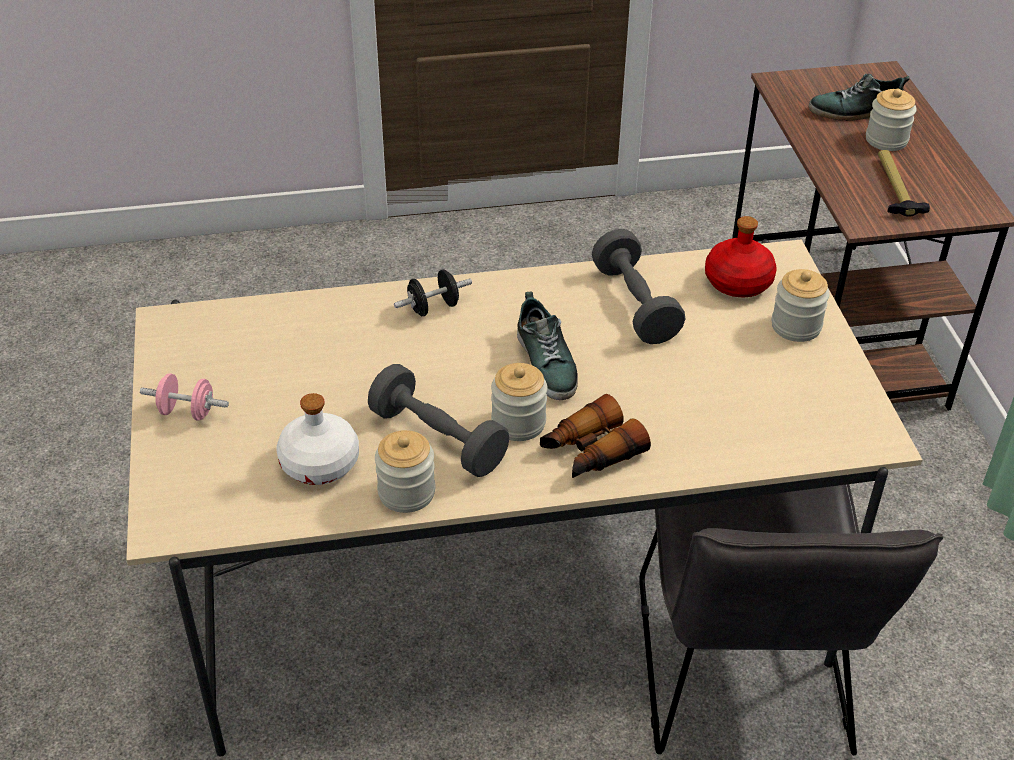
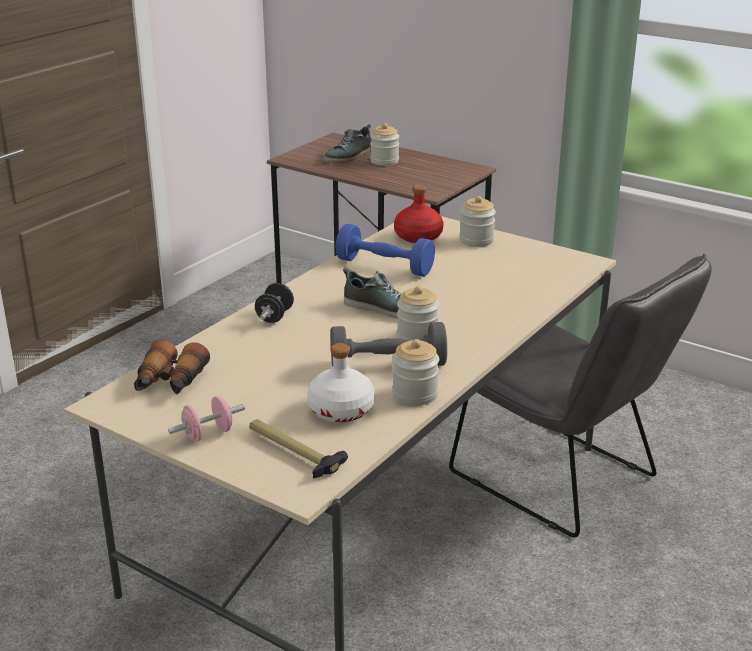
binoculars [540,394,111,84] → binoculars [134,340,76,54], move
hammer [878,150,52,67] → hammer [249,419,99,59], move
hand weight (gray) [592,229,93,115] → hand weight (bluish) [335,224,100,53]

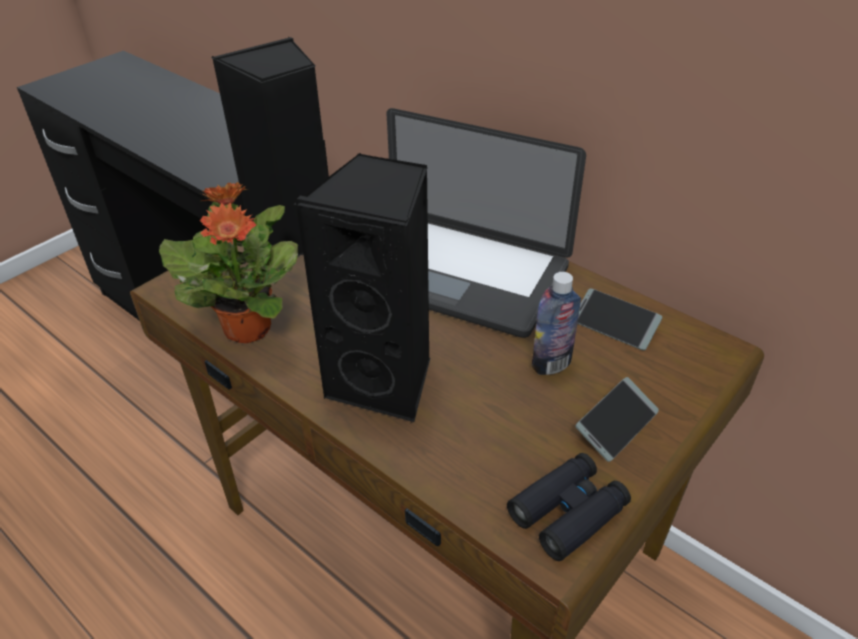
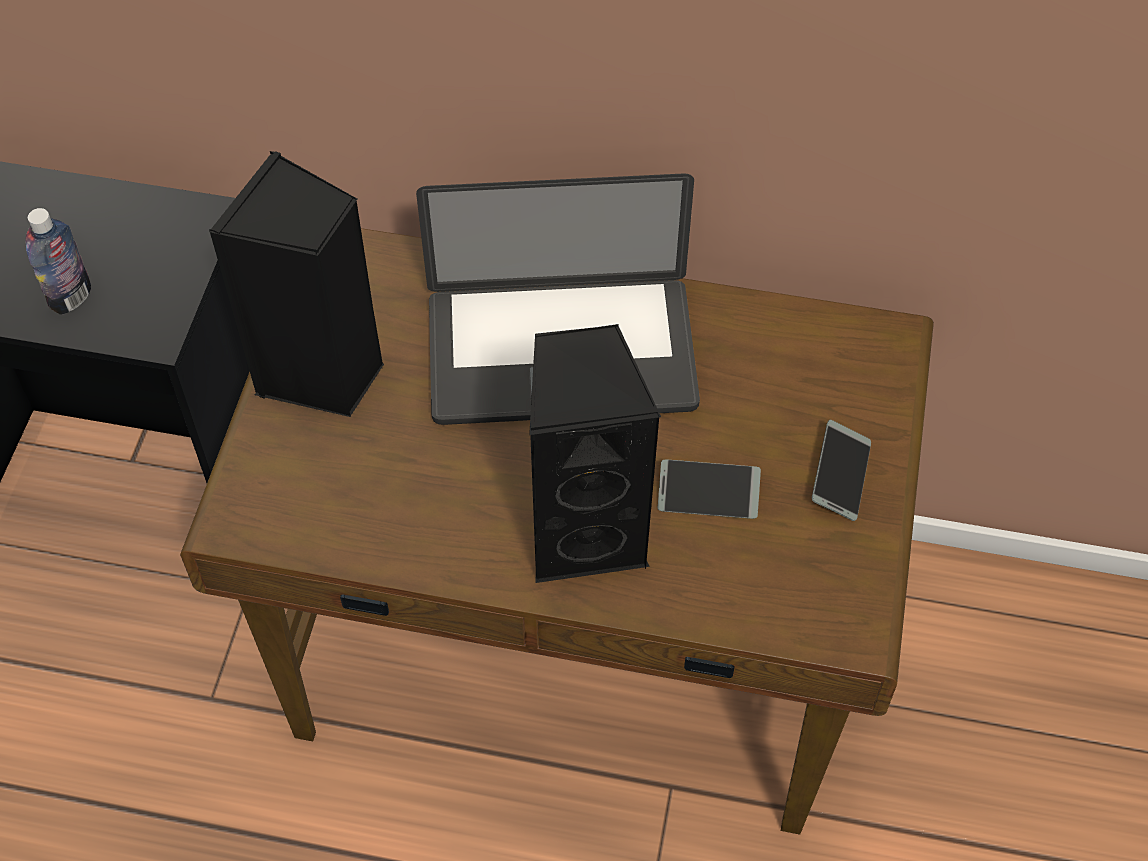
beverage bottle [532,272,49,103] → beverage bottle [25,208,66,107], move
telephone [577,288,85,62] → telephone [658,459,103,60], move
houseplant [159,182,139,161] → -
binoculars (black-coloured) [507,453,124,108] → -

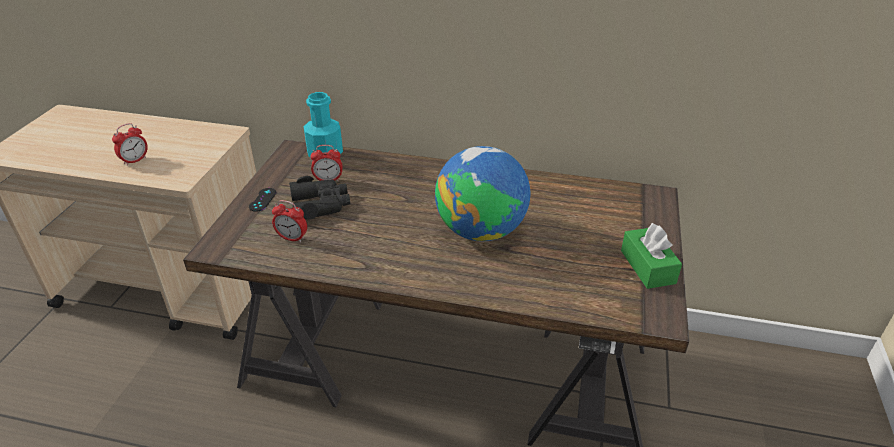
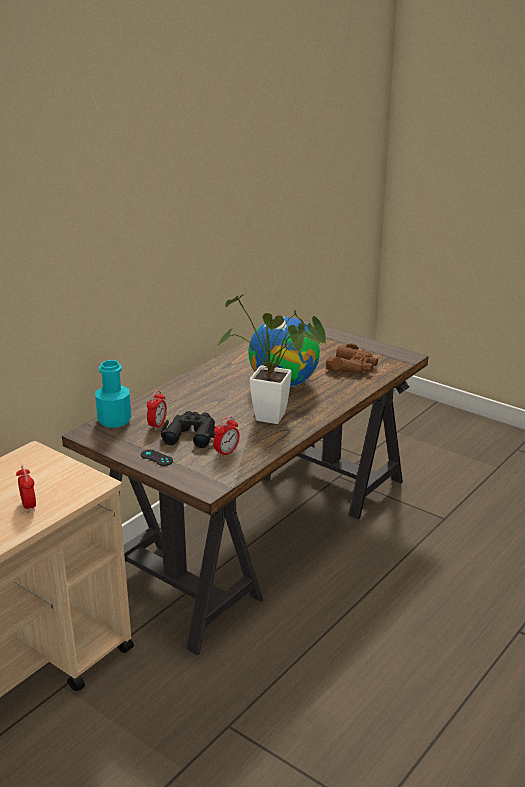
- → houseplant [217,295,109,129]
- → binoculars (brown-coloured) [326,343,52,31]
box of tissues (greenish) [621,223,61,66] → -

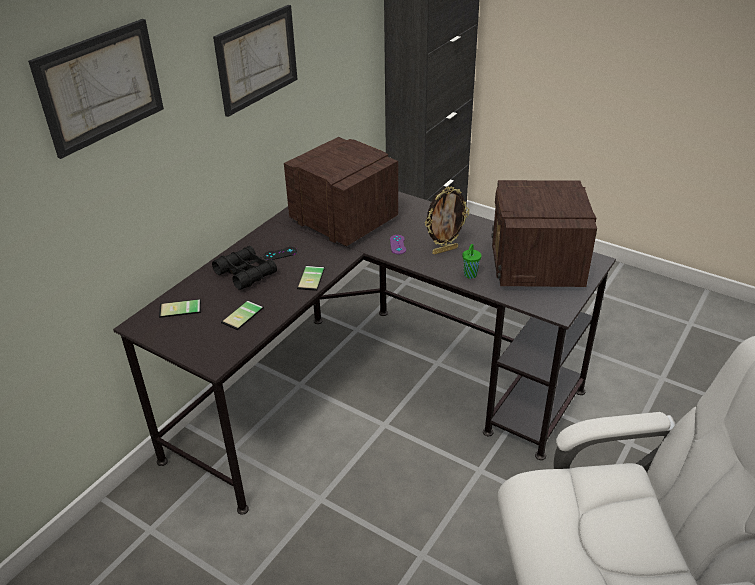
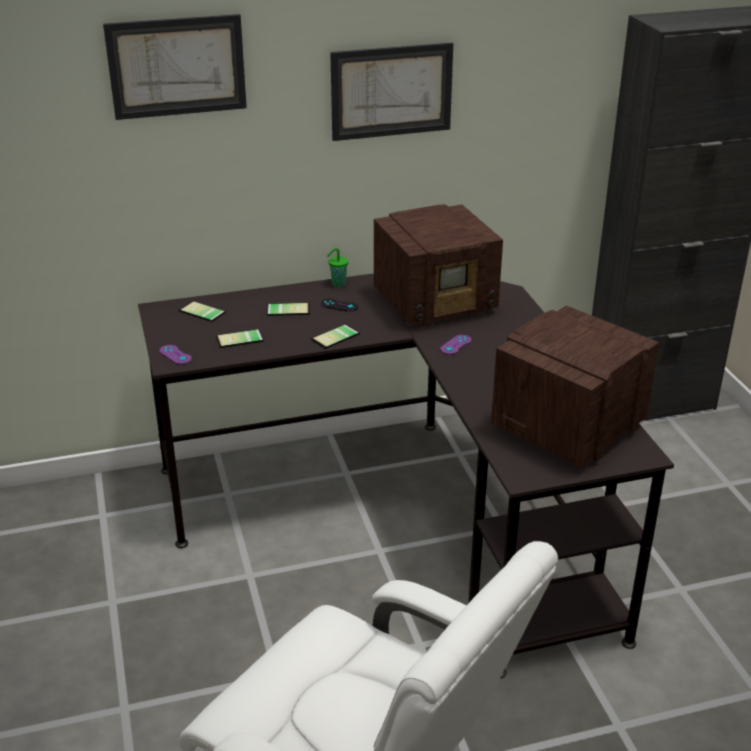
- → joypad (purple-coloured) [159,345,33,20]
binoculars (black-coloured) [212,246,65,44] → telephone [267,303,43,13]
small cup (greenish) [462,244,19,35] → small cup (greenish) [327,248,21,39], move
radio receiver [284,137,114,109] → radio receiver [374,204,129,121], 75 degrees clockwise
picture frame [425,186,44,69] → -

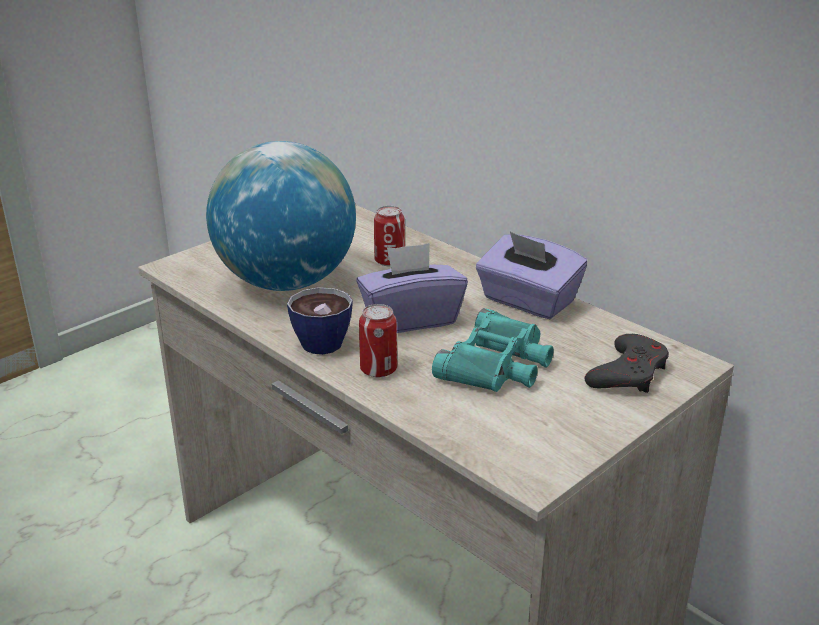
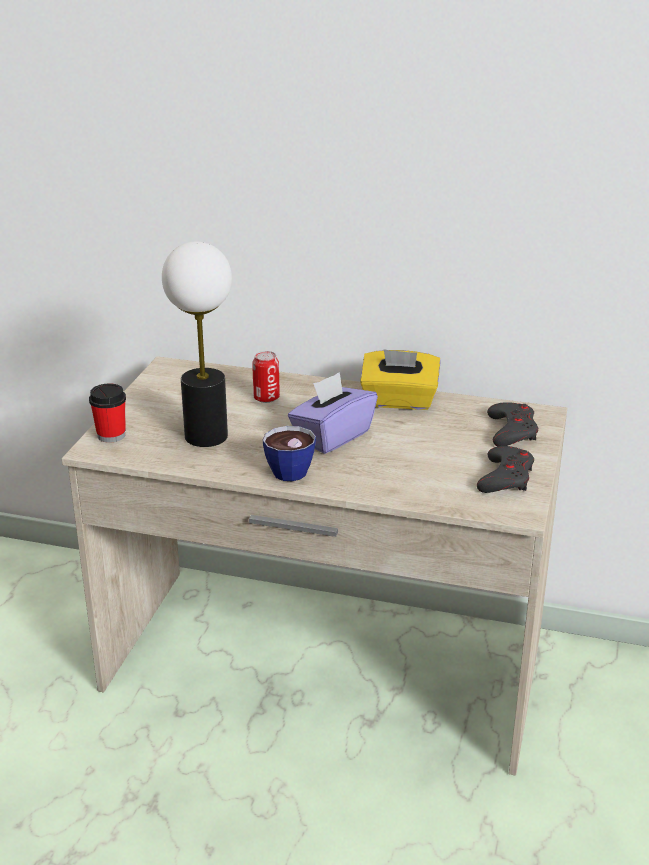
- → small cup [89,383,37,60]
globe [206,141,150,150] → tabletop lamp [162,242,70,205]
box of tissues (purple-coloured) [476,232,111,87] → box of tissues (yellow) [360,349,81,61]
- → joypad (gray) [477,446,57,47]
metal can [359,304,38,73] → -
binoculars (blue-green) [432,308,122,84] → -

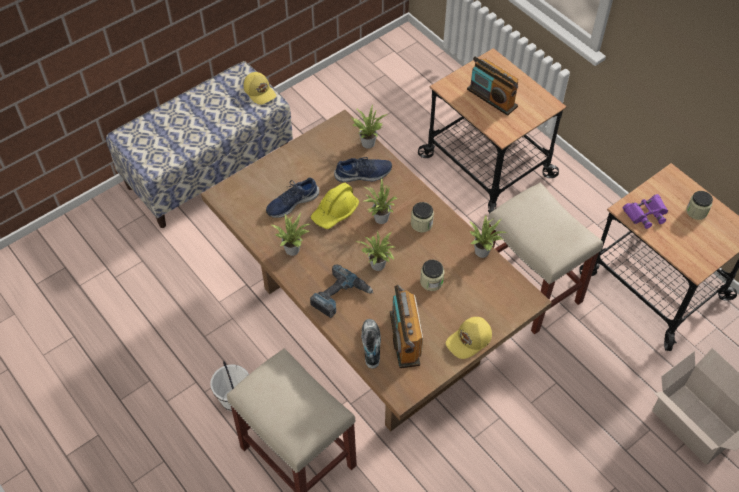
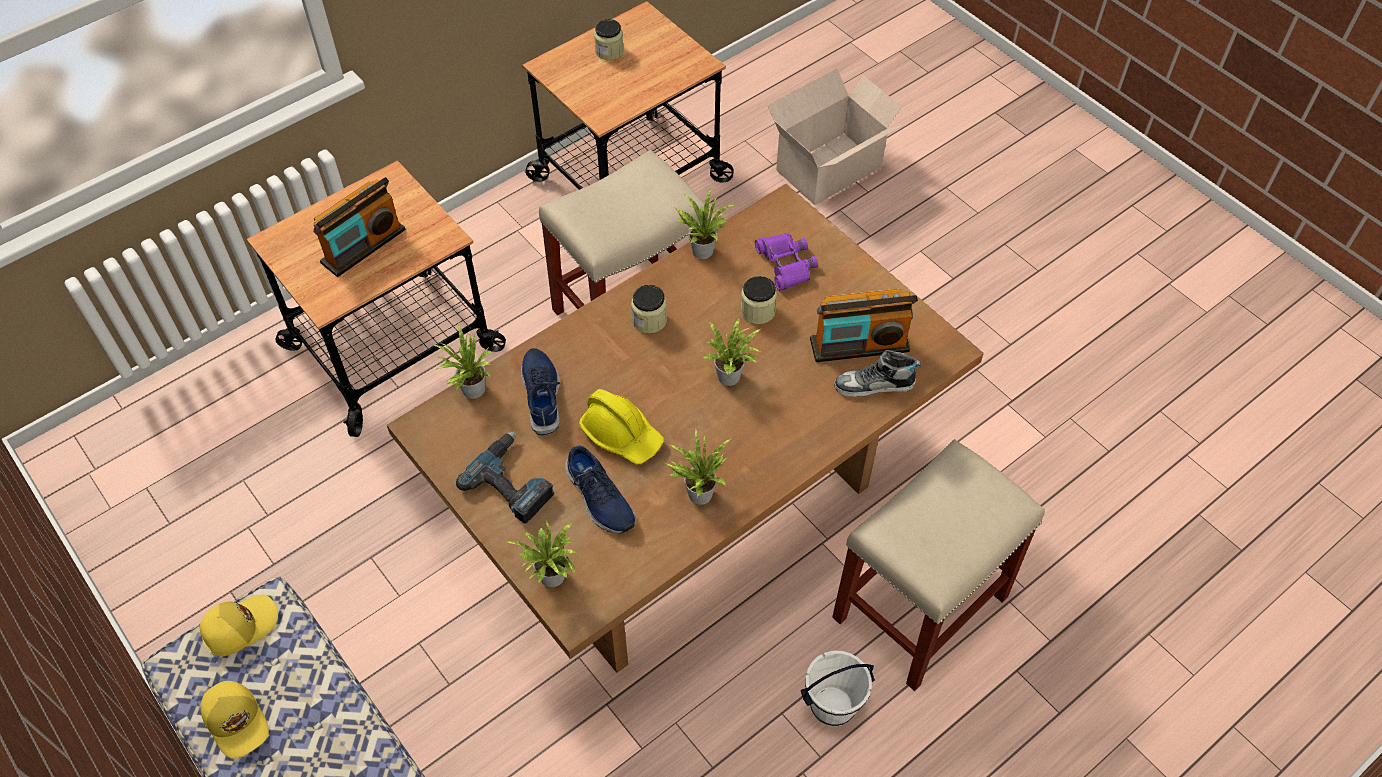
peaked cap (yellow) [446,317,46,42] → peaked cap (yellow) [201,681,68,78], move
drill [310,264,64,54] → drill [456,431,99,93], move
houseplant [363,177,35,47] → houseplant [506,520,69,67], move
binoculars (purple-coloured) [623,194,45,35] → binoculars (purple-coloured) [755,233,63,58], move

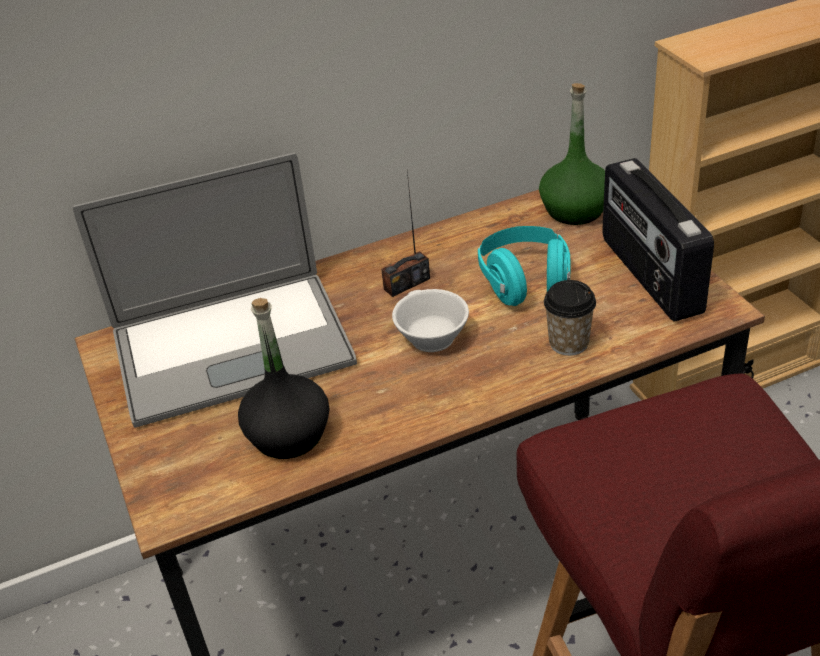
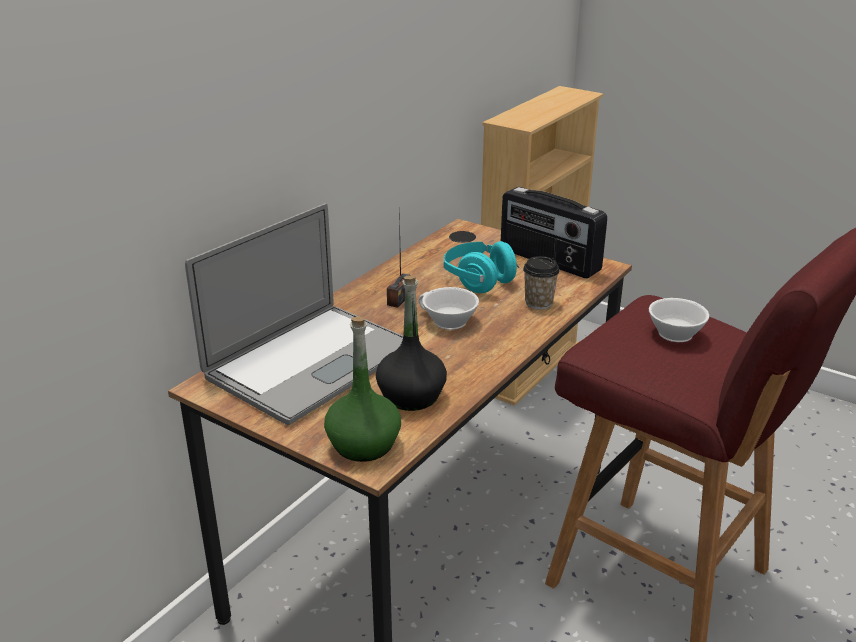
beverage bottle (greenish) [539,83,66,142] → beverage bottle (greenish) [324,317,77,145], move
- → small cup (whitish) [649,298,60,44]

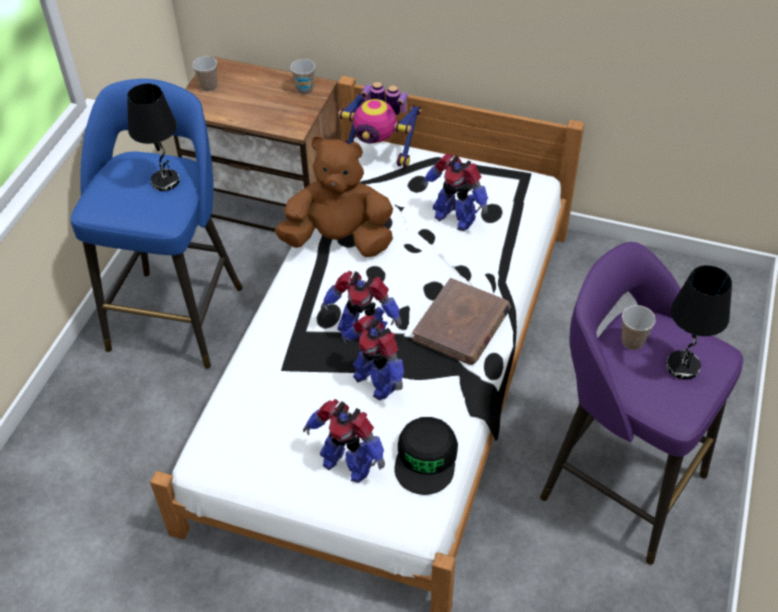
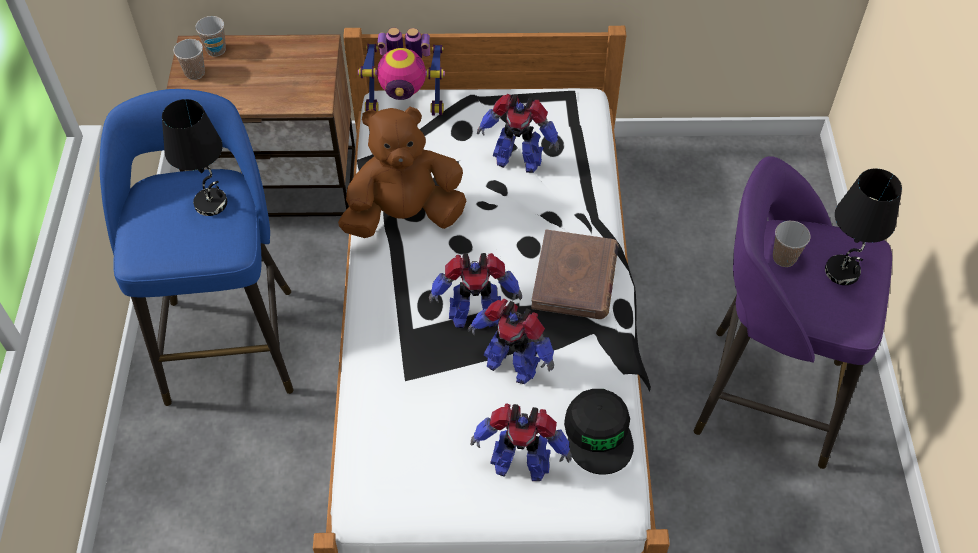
small cup [290,59,25,36] → small cup [195,16,31,41], move

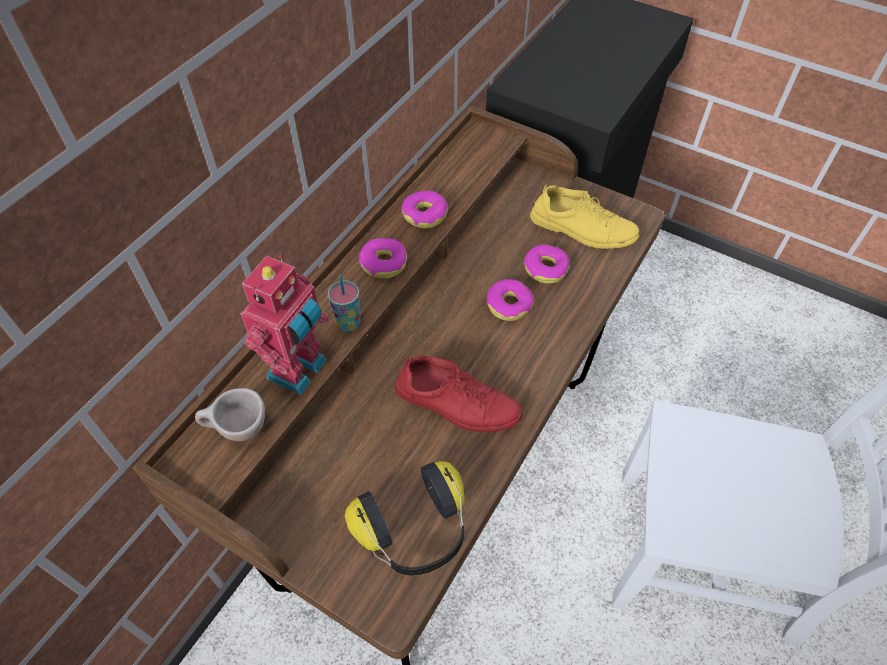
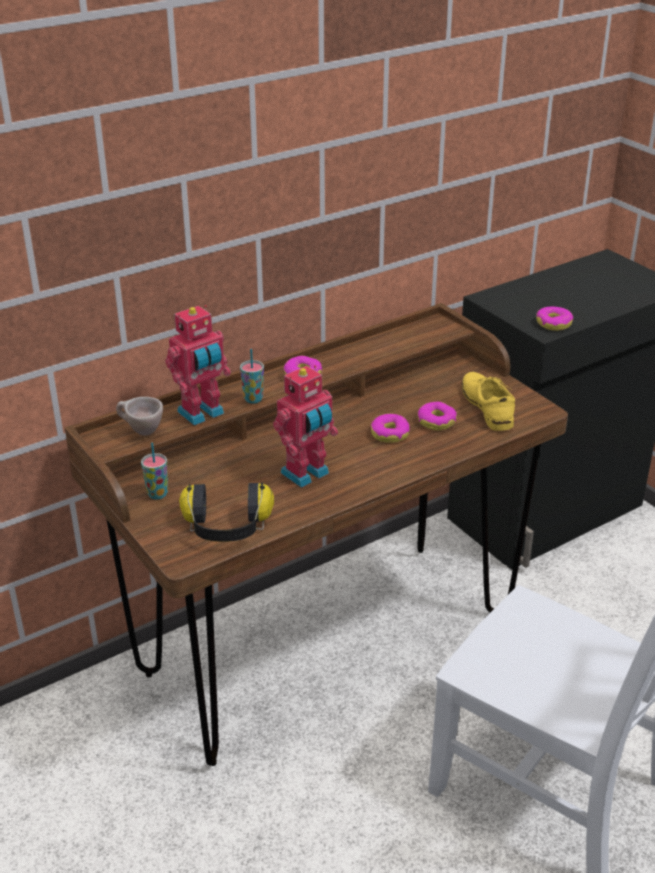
- → small cup [141,443,27,56]
low shoe (red-coloured) [395,356,128,76] → model robot [273,365,65,123]
low shoe (yellow) [530,184,110,65] → low shoe (yellow) [462,372,53,59], 150 degrees counterclockwise
ring doughnut [402,191,46,37] → ring doughnut [536,307,37,24], move

